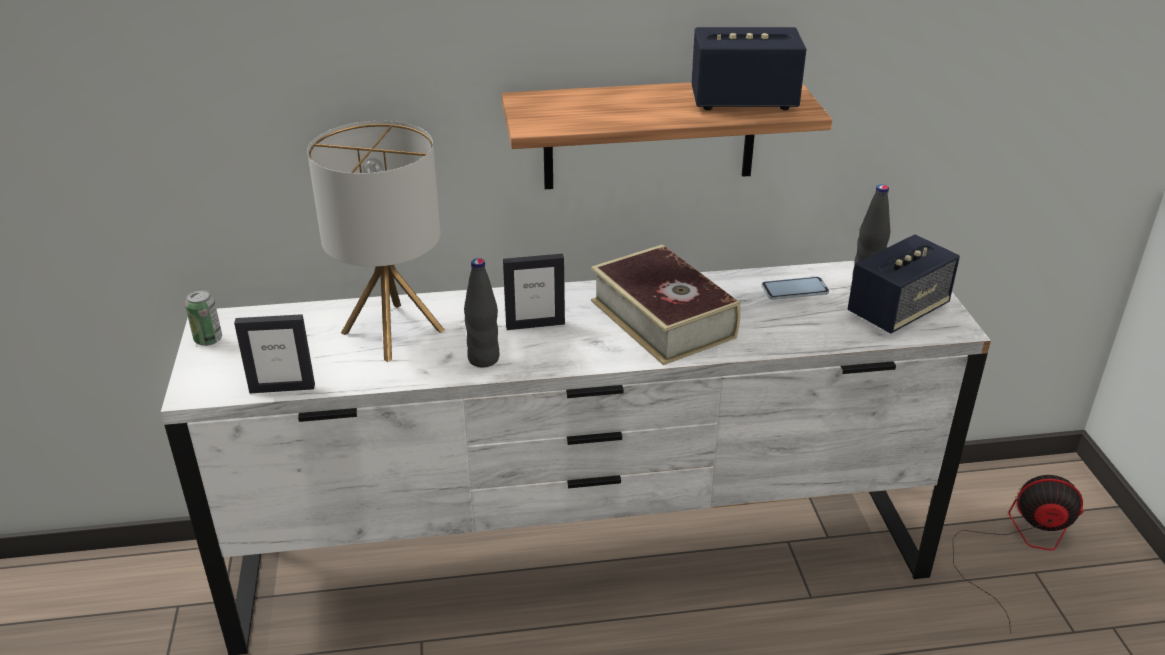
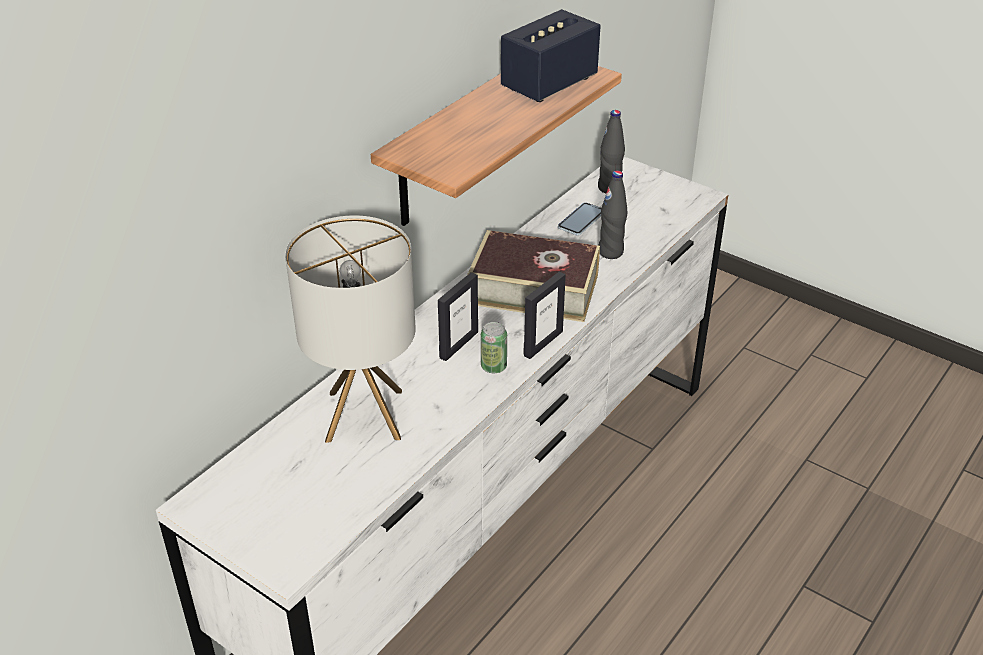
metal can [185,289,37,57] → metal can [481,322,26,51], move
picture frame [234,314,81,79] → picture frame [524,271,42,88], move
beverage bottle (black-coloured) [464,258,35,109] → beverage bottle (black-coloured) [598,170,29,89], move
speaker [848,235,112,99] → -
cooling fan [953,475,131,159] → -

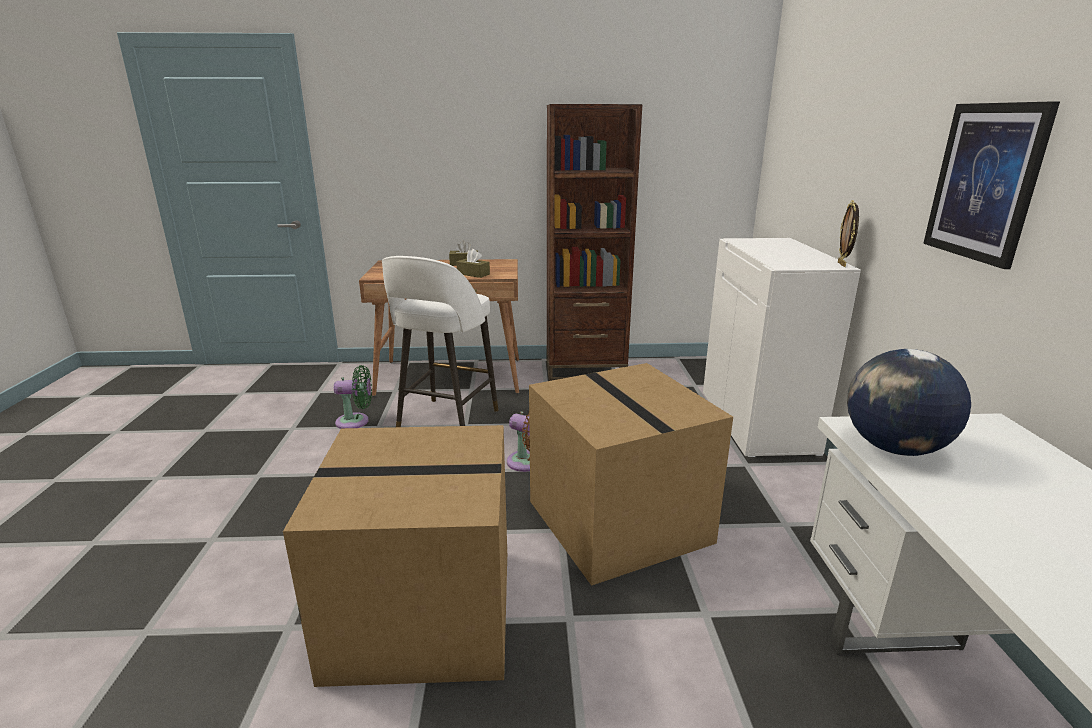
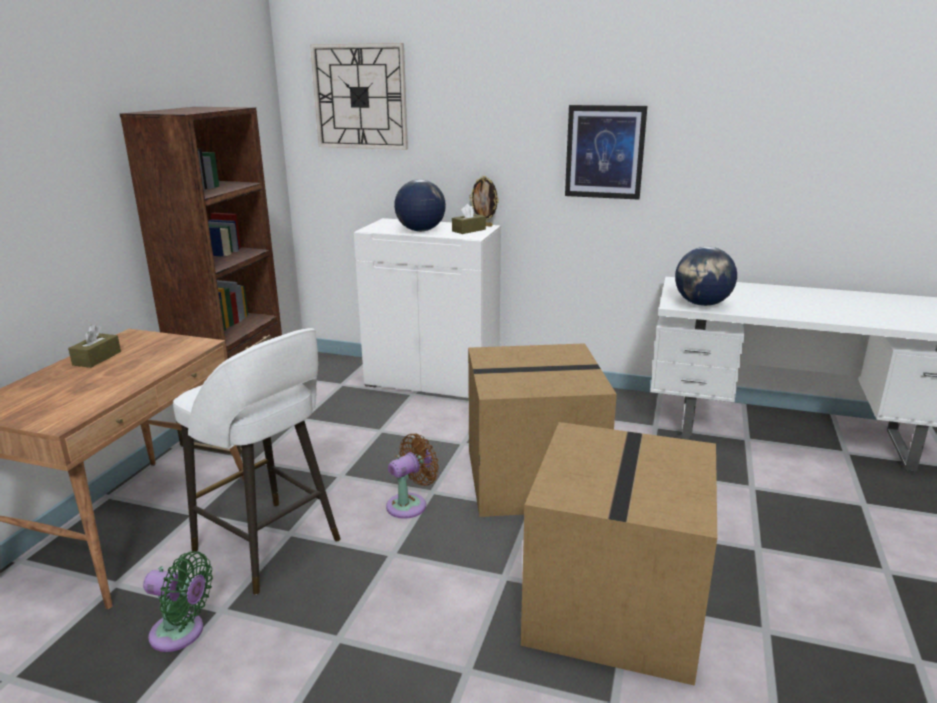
cooling fan (greenish) [334,365,38,64] → cooling fan (greenish) [143,551,70,101], 90 degrees clockwise
- → clock on the wall [310,43,98,107]
- → globe [394,179,52,53]
box of tissues (brown-coloured) [456,249,34,29] → box of tissues (brown-coloured) [452,204,34,30], move

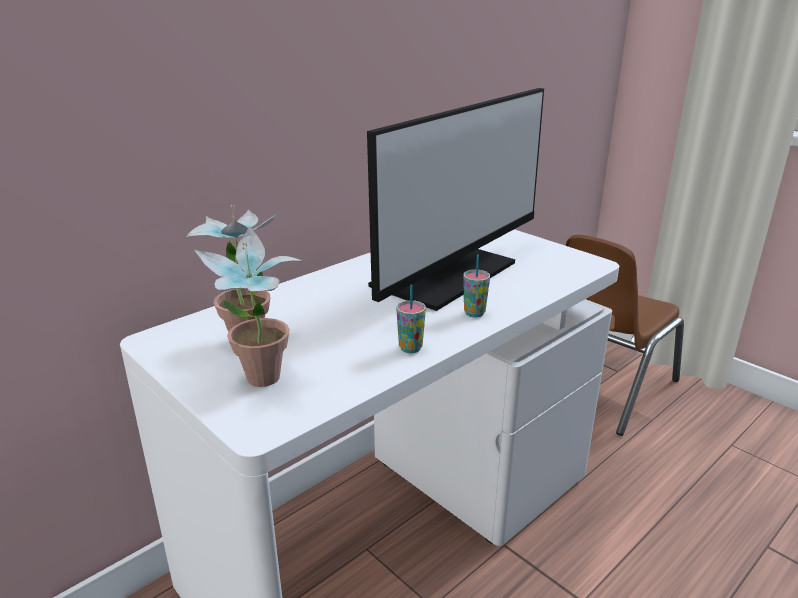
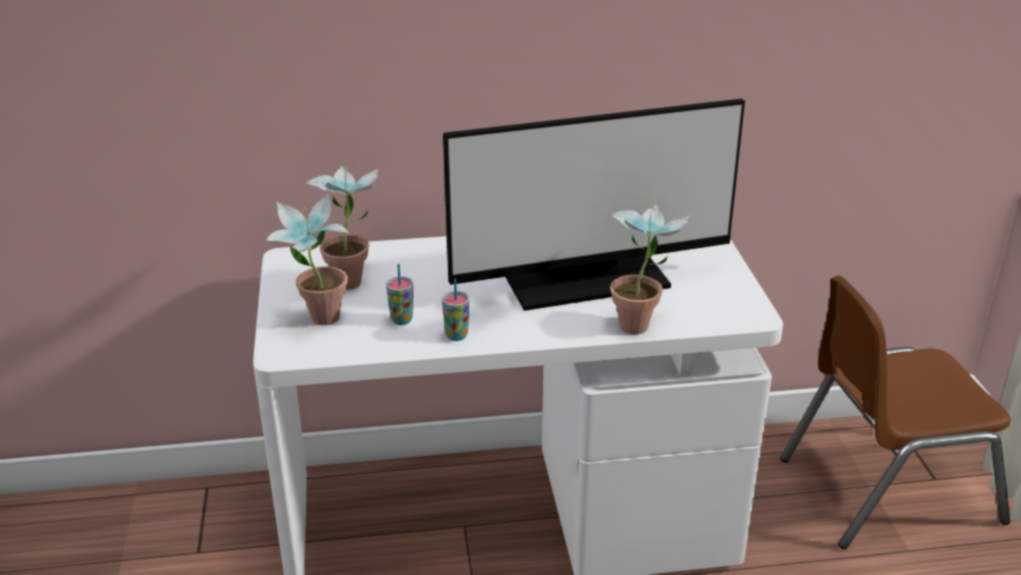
small cup [463,254,27,64] → small cup [386,264,27,61], move
- → houseplant [610,204,81,130]

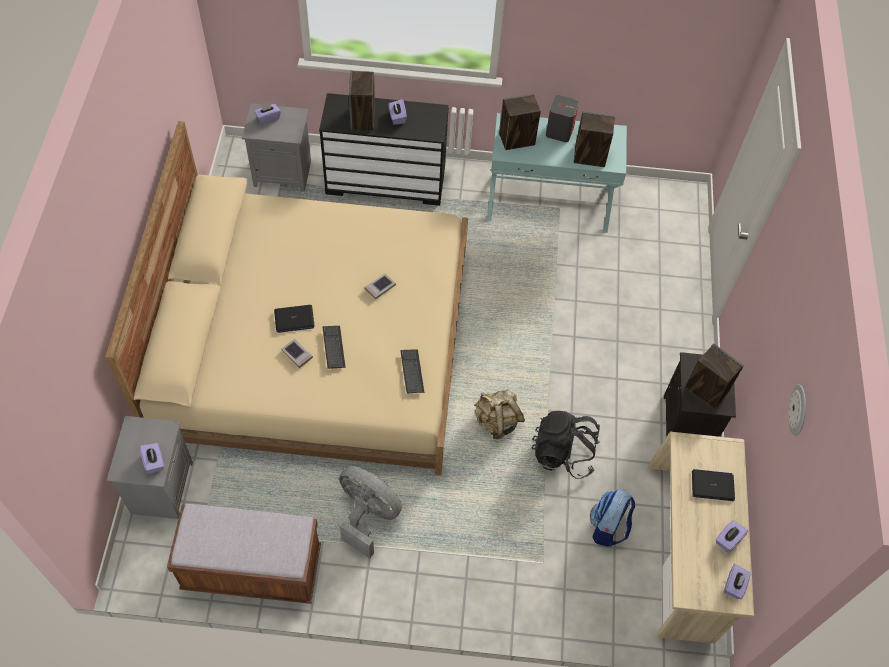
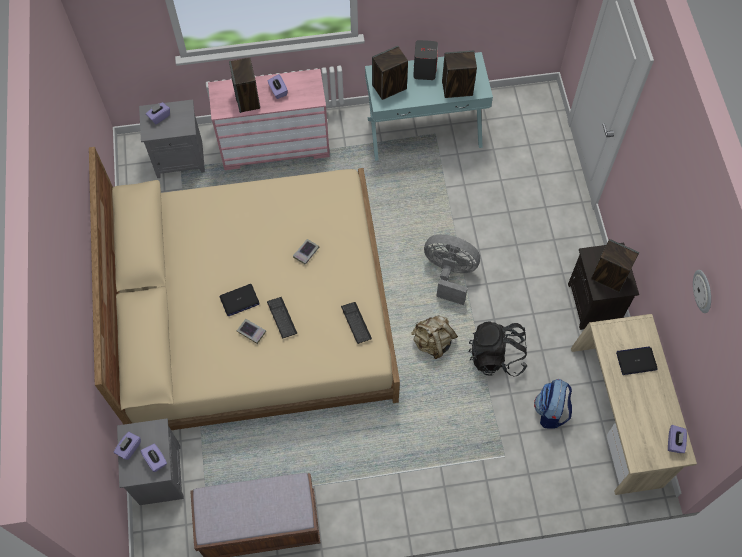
box of tissues (purple-coloured) [716,521,32,32] → box of tissues (purple-coloured) [114,432,27,28], move
chest of drawers (black-coloured) [319,93,130,113] → chest of drawers (pink-coloured) [208,69,122,101]
cooling fan (gray) [339,466,63,92] → cooling fan (gray) [424,234,56,71], move

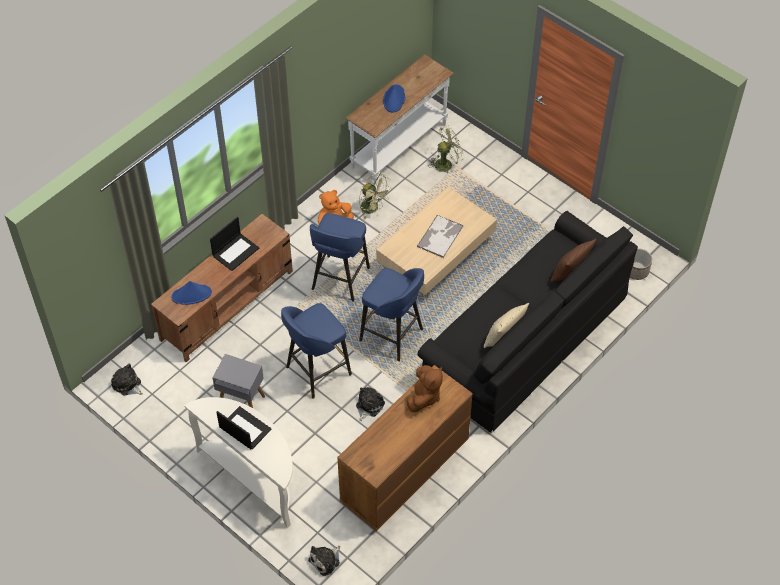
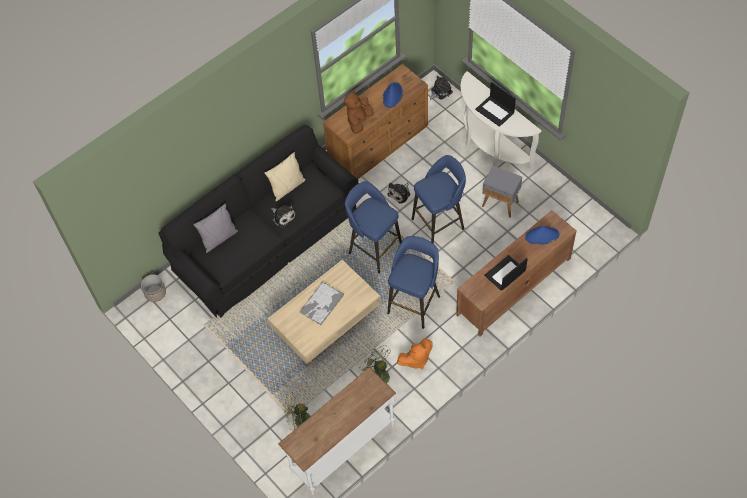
pillow (brown-coloured) [551,239,46,43] → pillow (gray) [193,203,45,50]
cuddly toy [111,364,32,32] → cuddly toy [271,204,25,24], move
hat (bluish) [383,84,22,29] → hat (bluish) [383,82,20,26], move

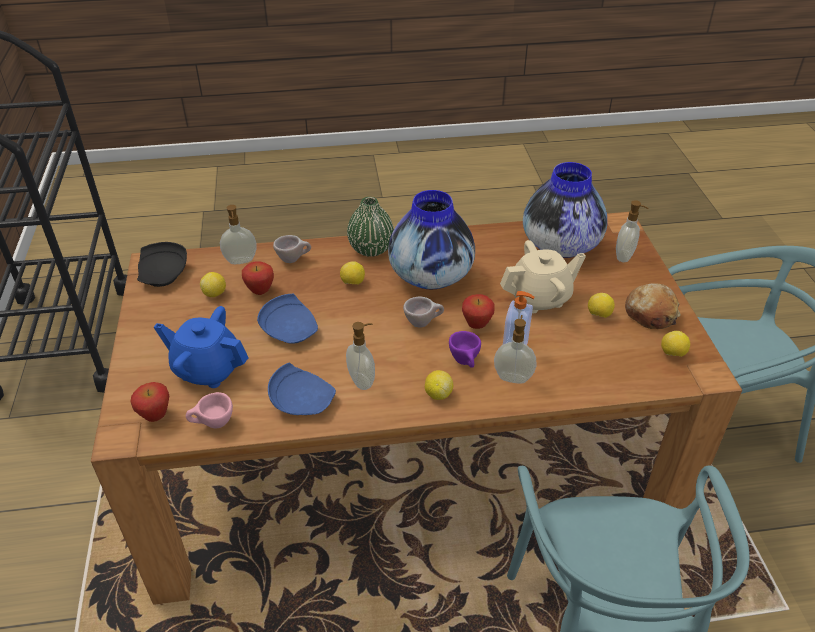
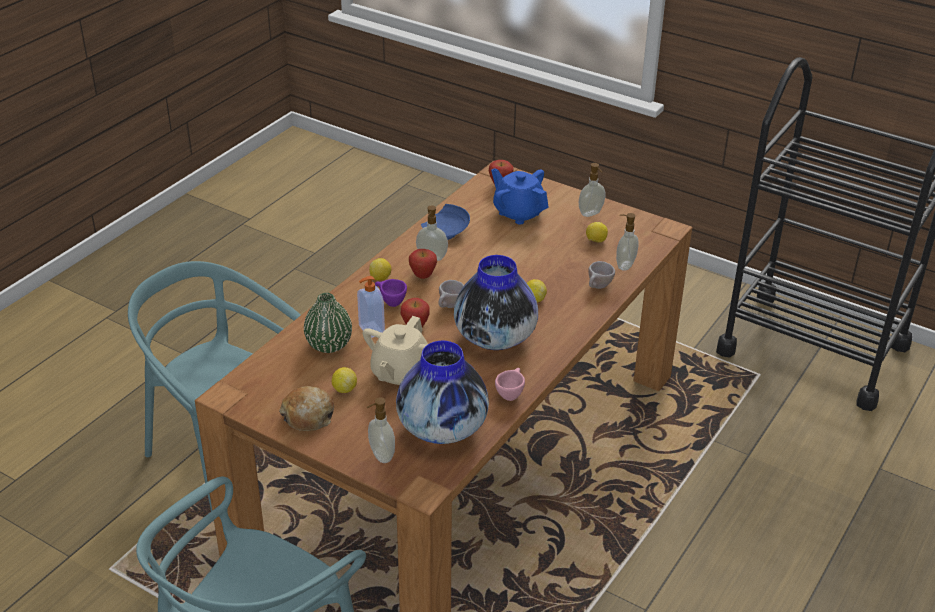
flower vase (greenish) [347,197,47,60] → flower vase (greenish) [304,293,48,60], move
apple fruit [242,261,32,34] → apple fruit [409,249,28,30], move
teapot (bluish) [154,306,94,82] → teapot (bluish) [491,168,58,57], 105 degrees counterclockwise
small cup (pink-coloured) [186,392,47,37] → small cup (pink-coloured) [495,368,30,33], move
soap bottle [494,315,42,69] → soap bottle [579,163,26,54], move
plate (black-coloured) [137,242,50,45] → -
plate (bluish) [257,294,61,50] → -
whole lemon [661,331,29,26] → -

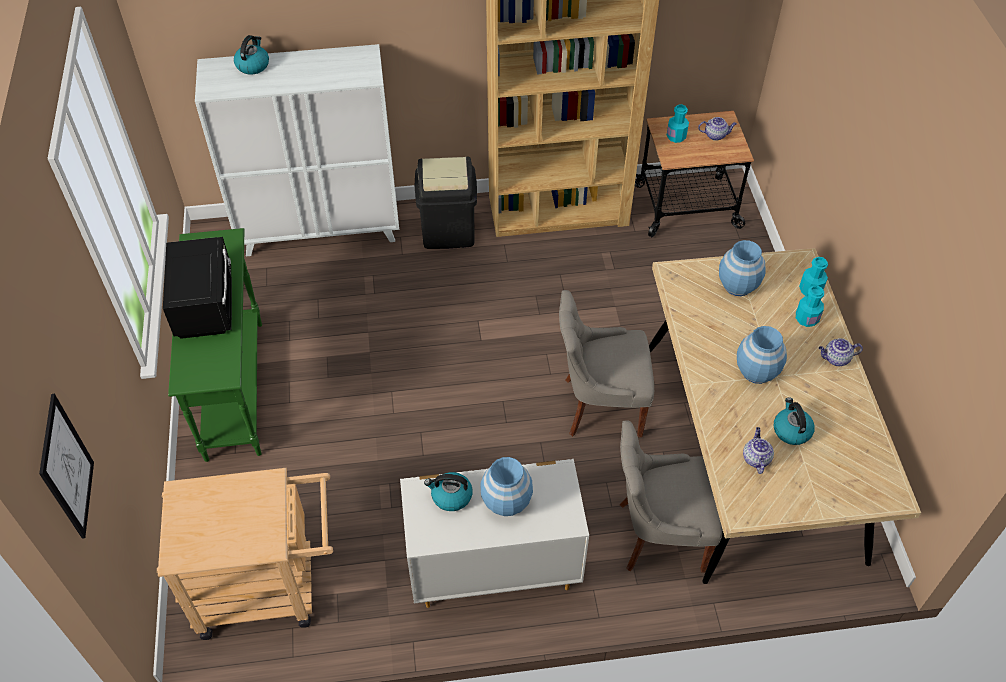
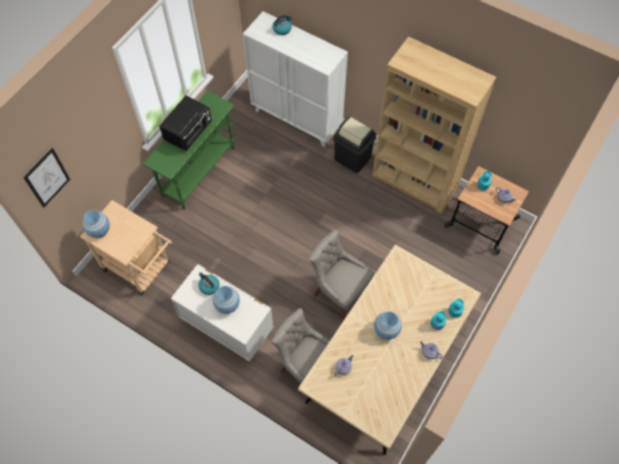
flower vase (bluish) [719,240,47,56] → flower vase (bluish) [82,210,28,28], move
water kettle [774,398,41,47] → -

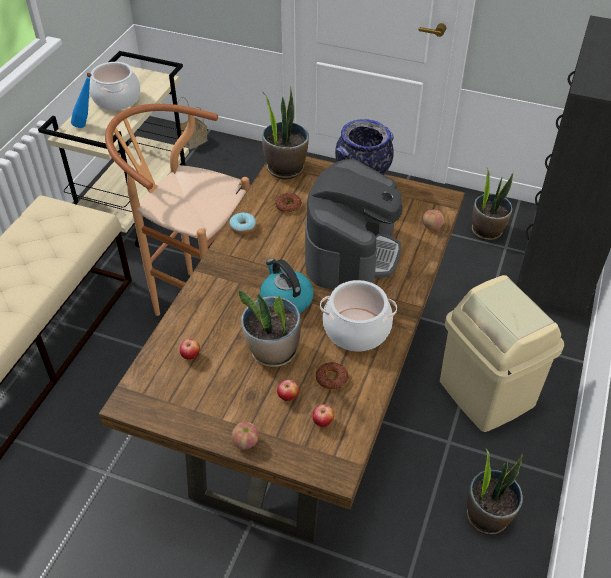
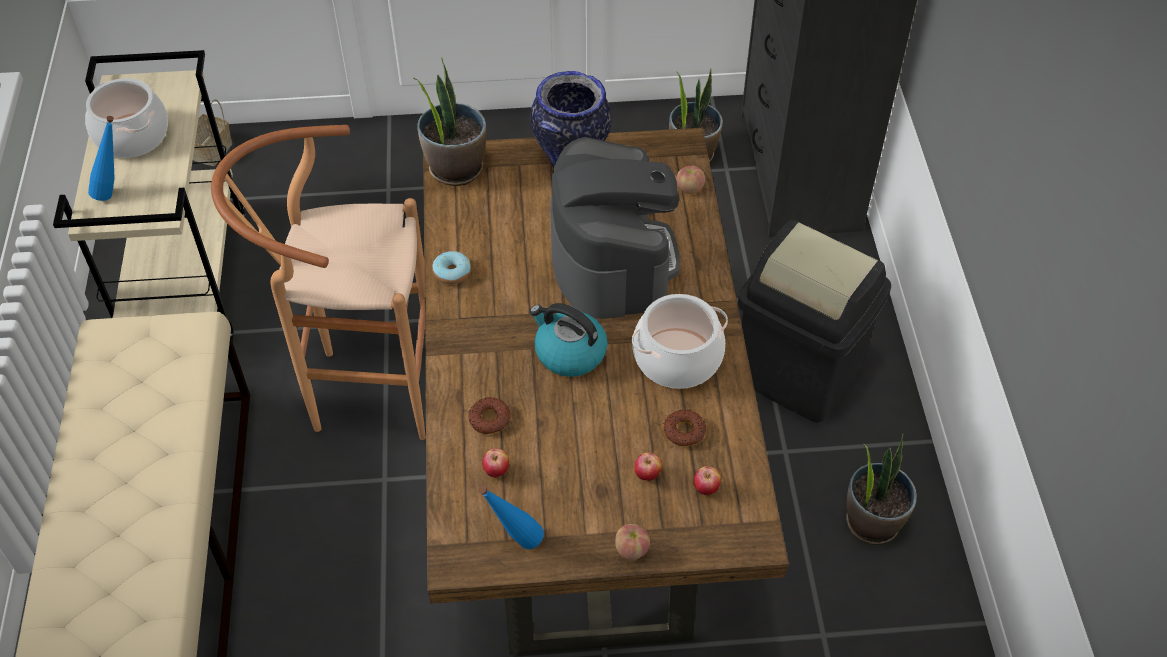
ring doughnut [275,193,27,20] → ring doughnut [468,397,43,37], move
- → beverage bottle (bluish) [478,485,66,64]
rubbish bin (beige) [440,275,124,157] → rubbish bin (black-coloured) [738,220,153,203]
houseplant [238,290,63,77] → -

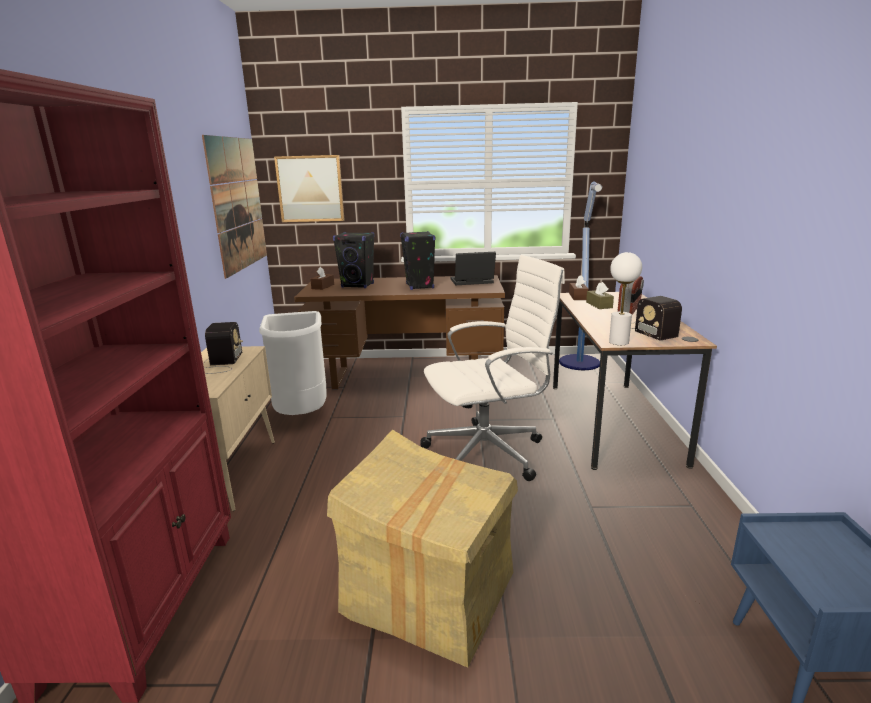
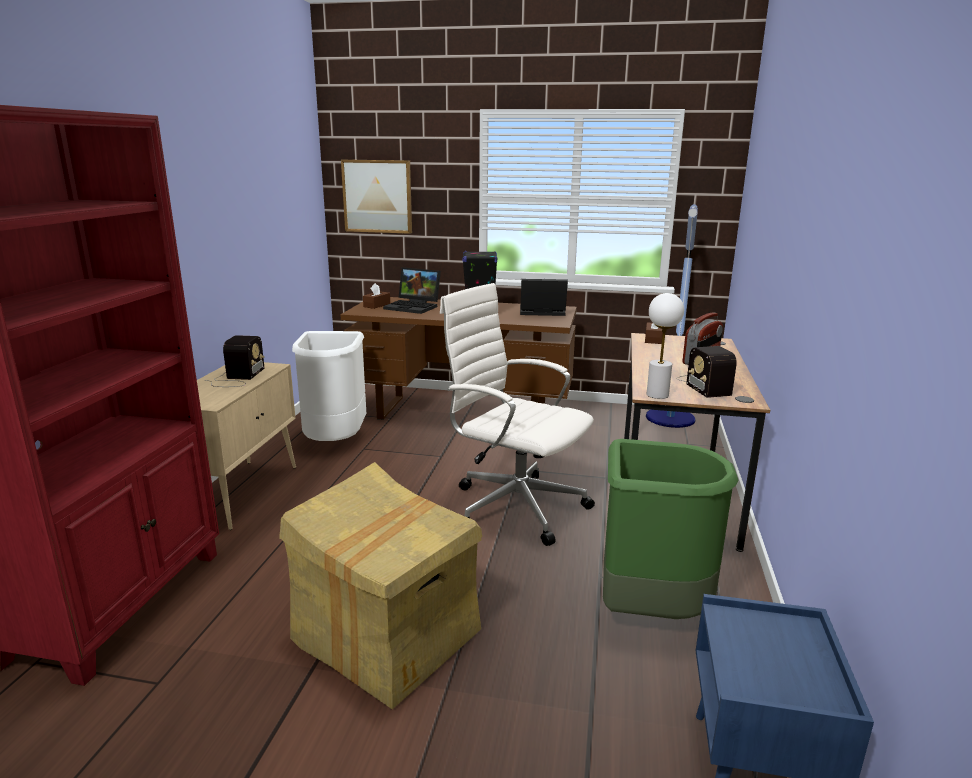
speaker (black-coloured) [333,232,41,56] → notebook computer [383,267,58,47]
office chair (whitish) [420,255,145,226] → office chair (whitish) [440,283,155,263], 135 degrees counterclockwise
- → rubbish bin (greenish) [603,439,136,180]
picture [202,135,65,144] → -
box of tissues (brown-coloured) [586,282,28,27] → -

